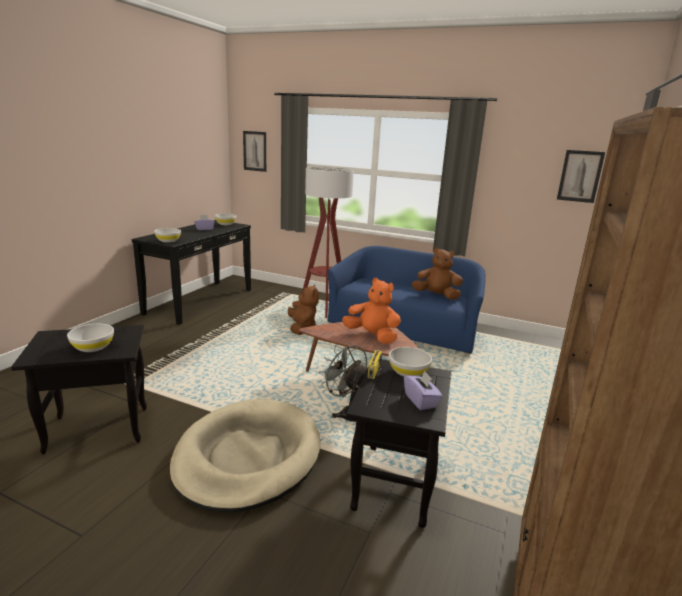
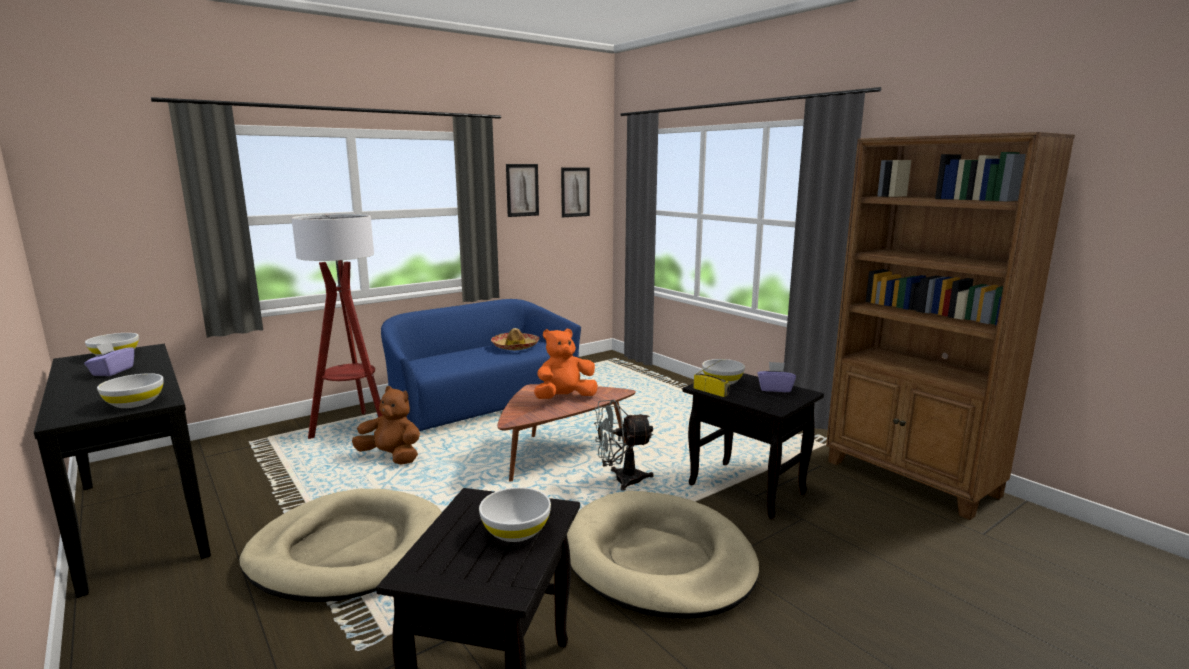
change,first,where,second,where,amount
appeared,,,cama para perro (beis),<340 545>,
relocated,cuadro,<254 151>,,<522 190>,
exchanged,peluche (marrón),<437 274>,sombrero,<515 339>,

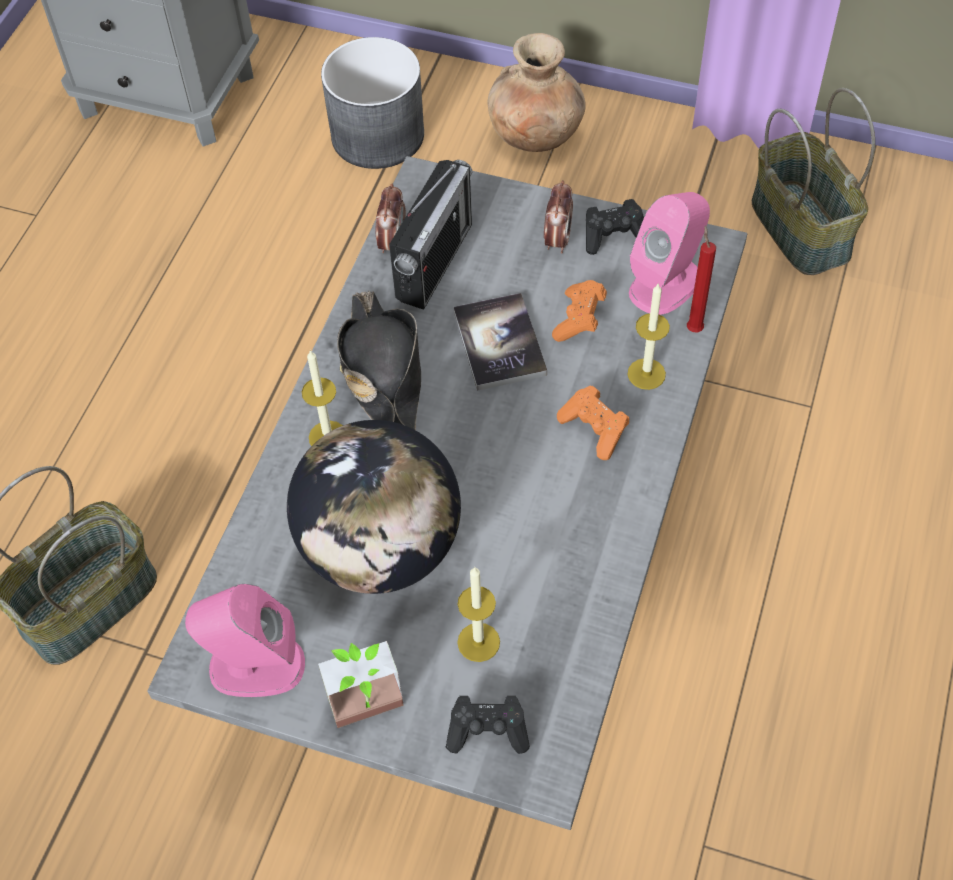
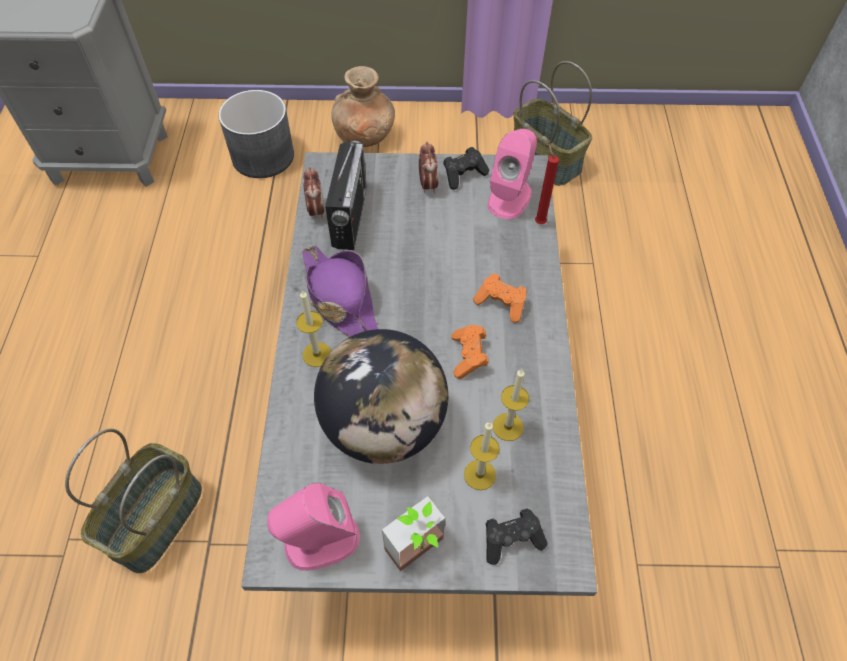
change,first,where,second,where,amount
missing,libro,<500 342>,,,
relocated,mando de consola (naranja),<579 311>,,<470 352>,
relocated,vela,<649 337>,,<511 405>,
colour,sombrero (negro),<379 360>,sombrero (morado),<340 291>,

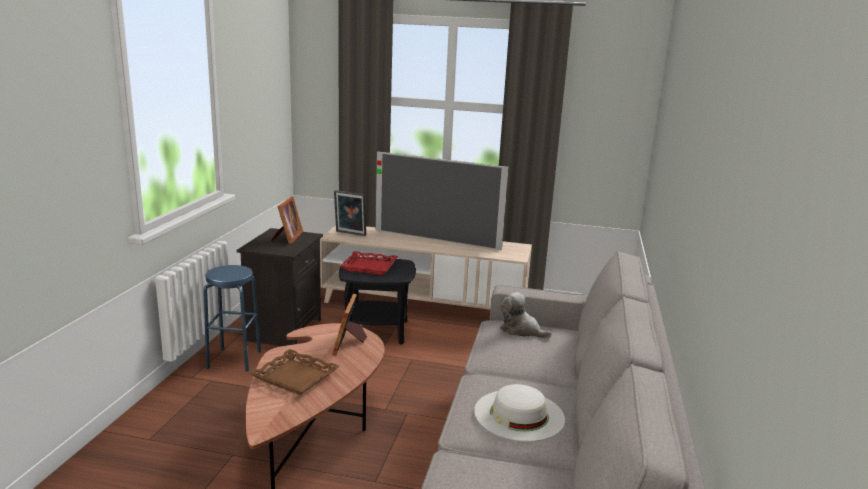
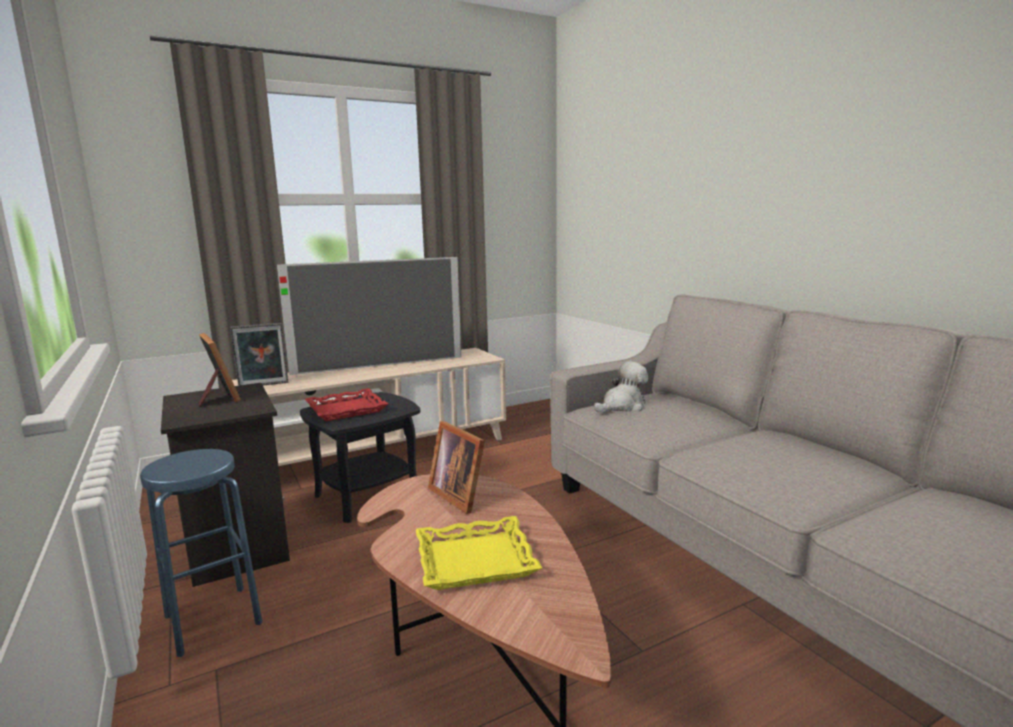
change,first,where,second,where,amount
missing,sombrero (blanco),<519 412>,,,
colour,bandeja (marrón),<294 372>,bandeja (amarillo),<479 553>,
spun,peluche,<526 315>,,<621 387>,150 degrees clockwise

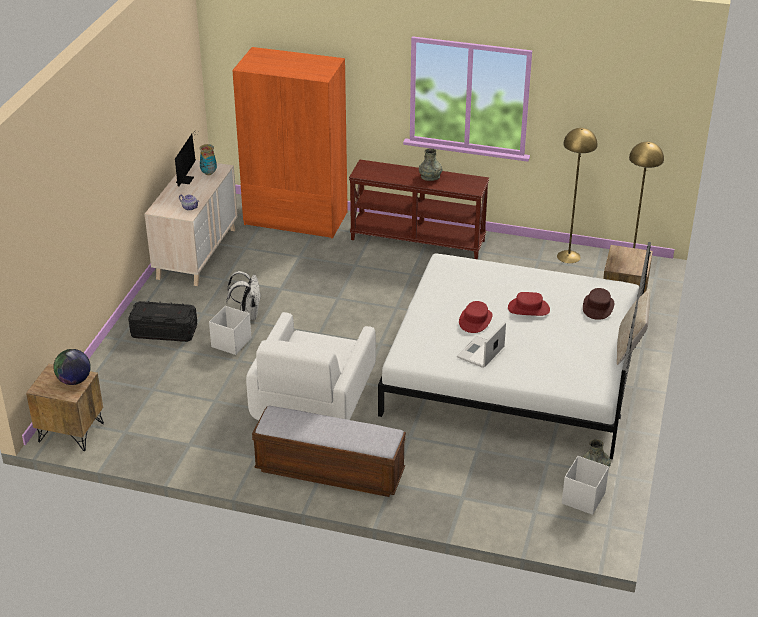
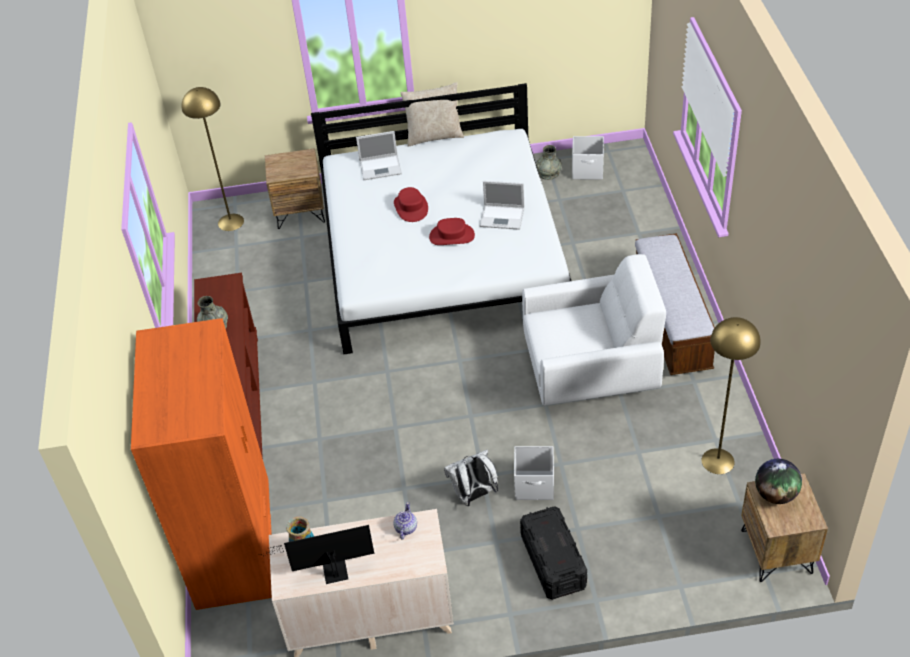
change,first,where,second,where,amount
relocated,lámpara de pie (amarillo),<577 195>,,<731 395>,
exchanged,sombrero (marrón),<598 304>,portátil,<379 155>,

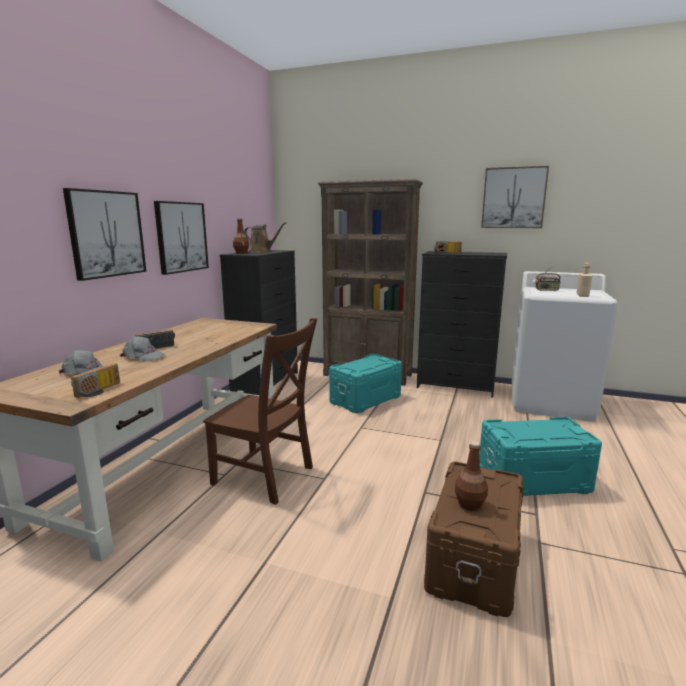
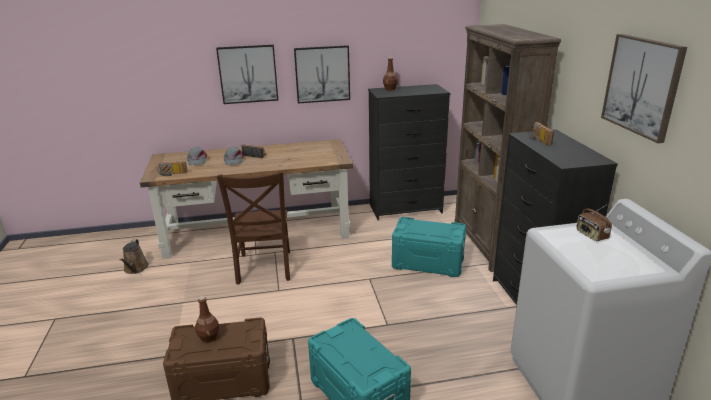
change,first,where,second,where,amount
missing,botella (beis),<584 280>,,,
relocated,regadera (marrón),<265 237>,,<134 256>,

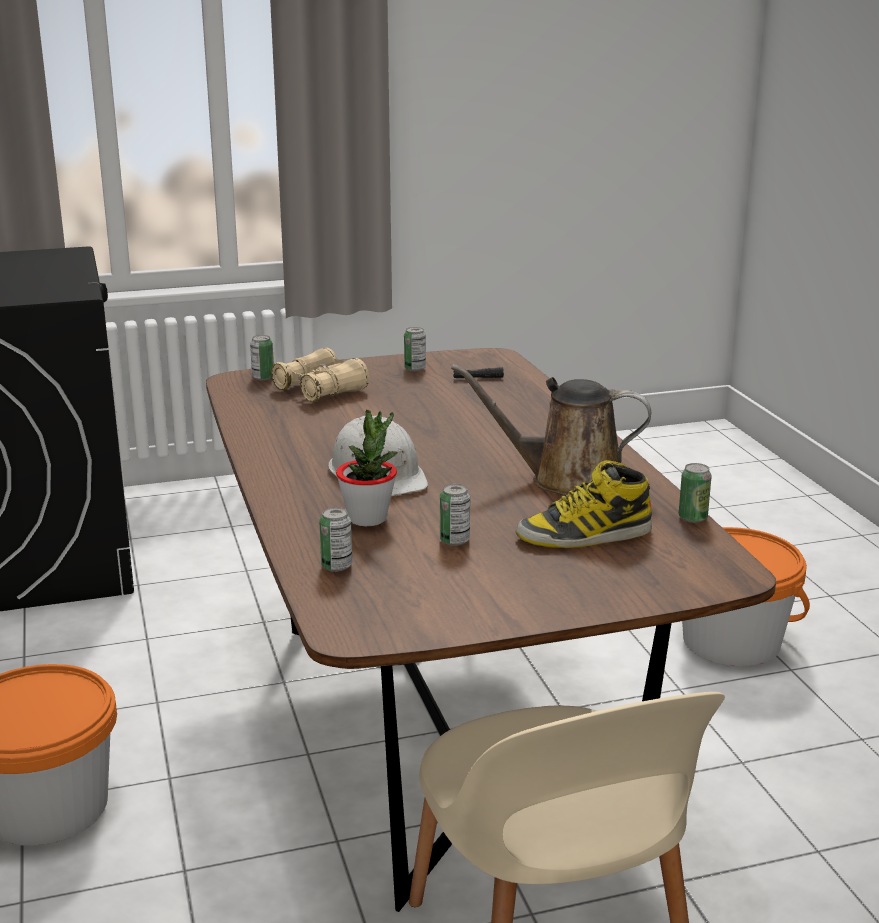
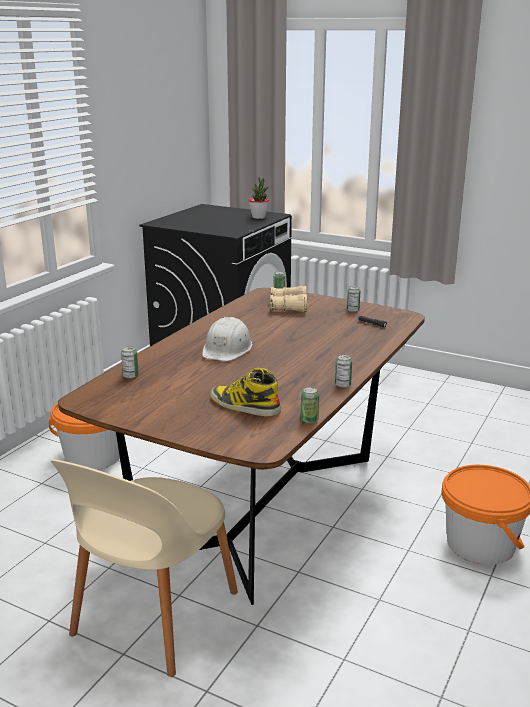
change,first,where,second,where,amount
missing,regadera (marrón),<551 430>,,,
relocated,planta en maceta,<367 468>,,<258 198>,
relocated,lata,<455 515>,,<343 371>,

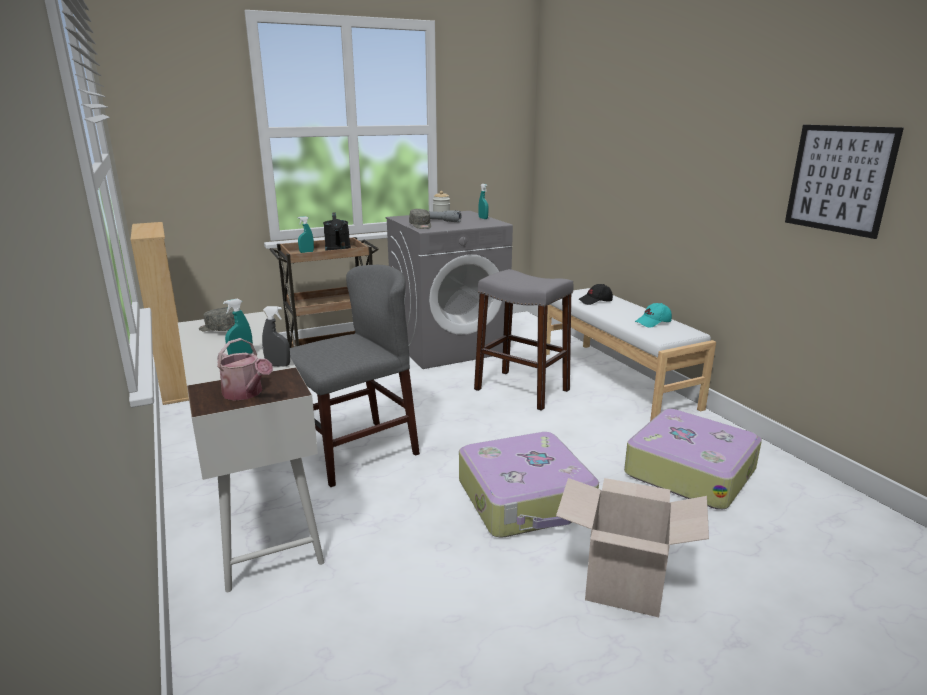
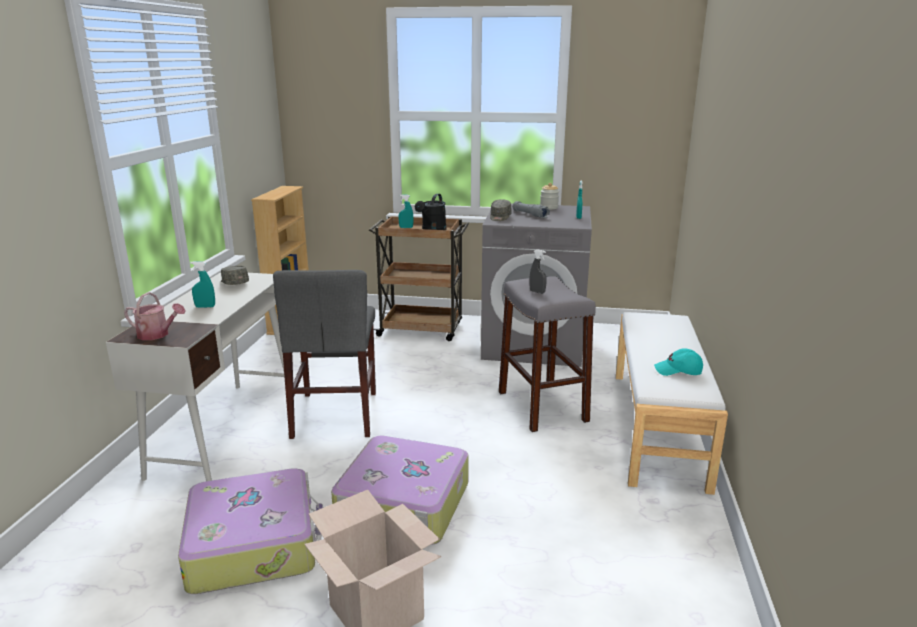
change,first,where,second,where,amount
missing,gorra (negro),<595 294>,,,
missing,cuadro,<844 182>,,,
relocated,pulverizador (gris),<276 336>,,<538 271>,
relocated,maleta,<693 459>,,<250 531>,
spun,regadera,<245 369>,,<154 316>,60 degrees counterclockwise
spun,silla (gris),<355 376>,,<324 354>,90 degrees clockwise

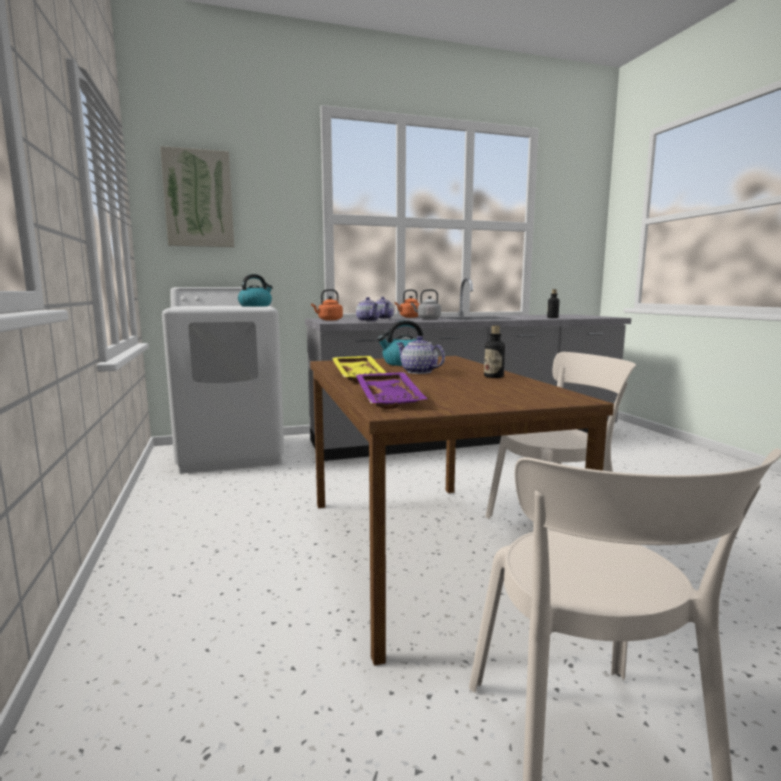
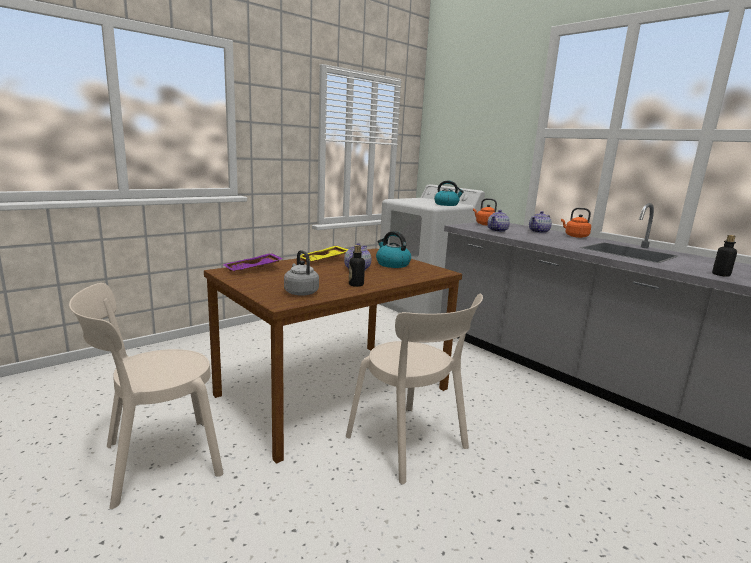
change,first,where,second,where,amount
missing,cuadro,<197 196>,,,
relocated,hervidor (gris),<426 304>,,<301 273>,

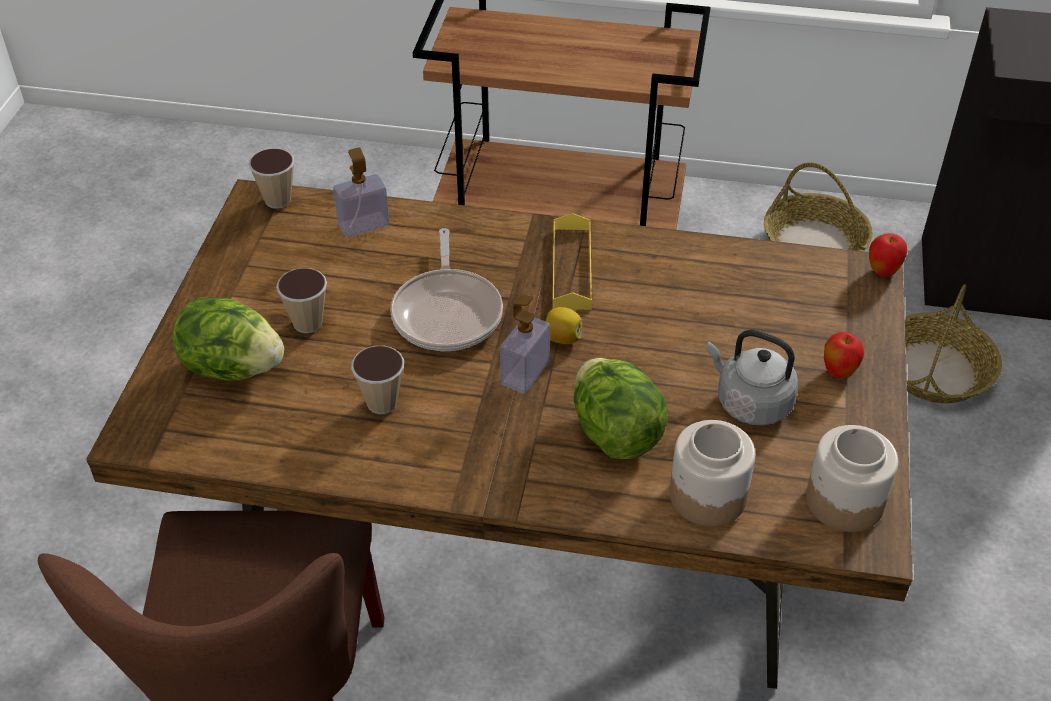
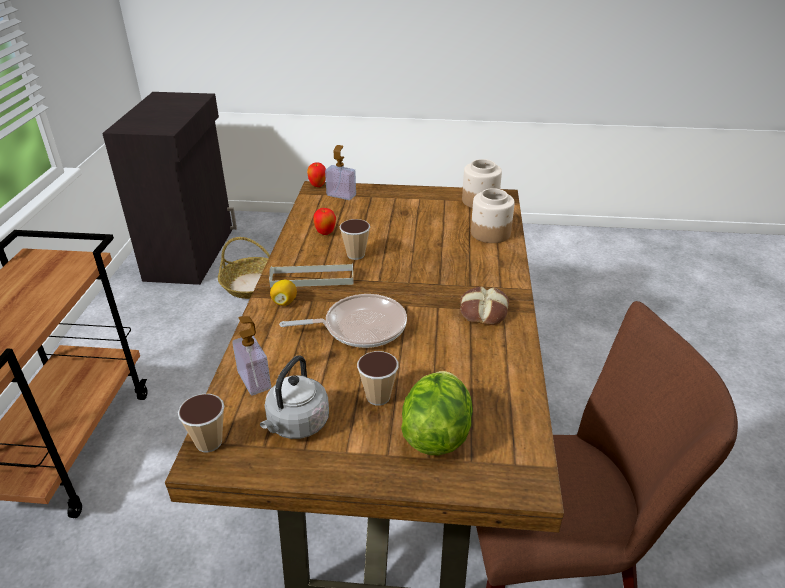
change,first,where,second,where,amount
missing,lechuga,<621 408>,,,
missing,cesta,<818 206>,,,
appeared,,,pan,<484 306>,
relocated,taza,<377 380>,,<355 239>,
relocated,dispensador de jabón,<525 344>,,<340 172>,
relocated,limón,<564 325>,,<283 293>,
relocated,hervidor (gris),<752 377>,,<294 397>,
relocated,manzana,<844 355>,,<324 221>,
colour,bandeja (amarillo),<572 261>,bandeja (gris),<311 275>,

